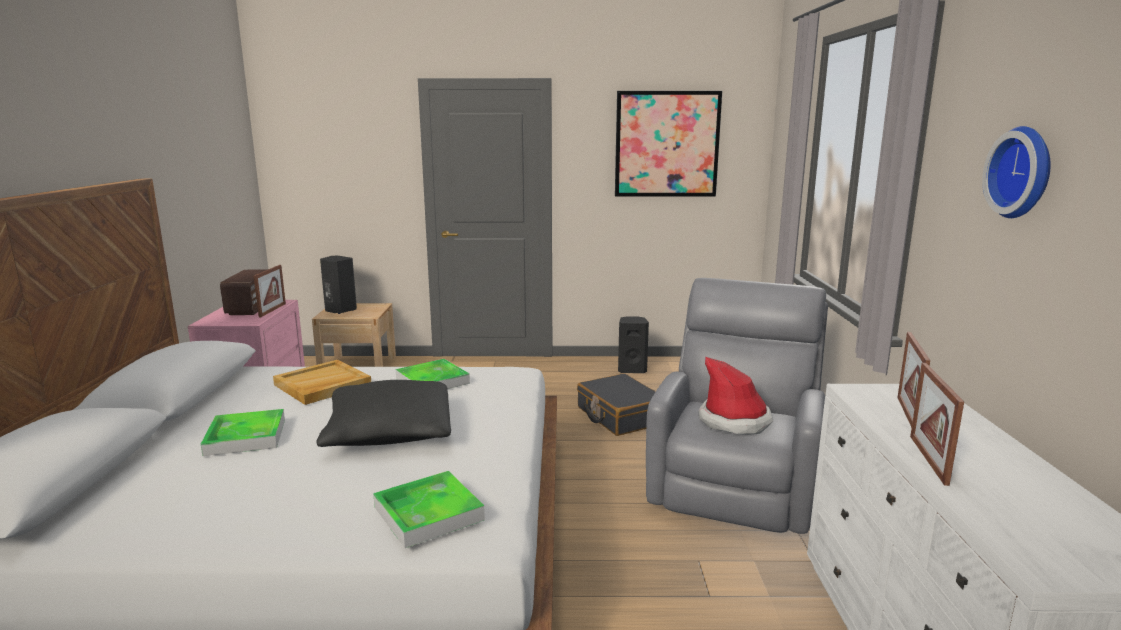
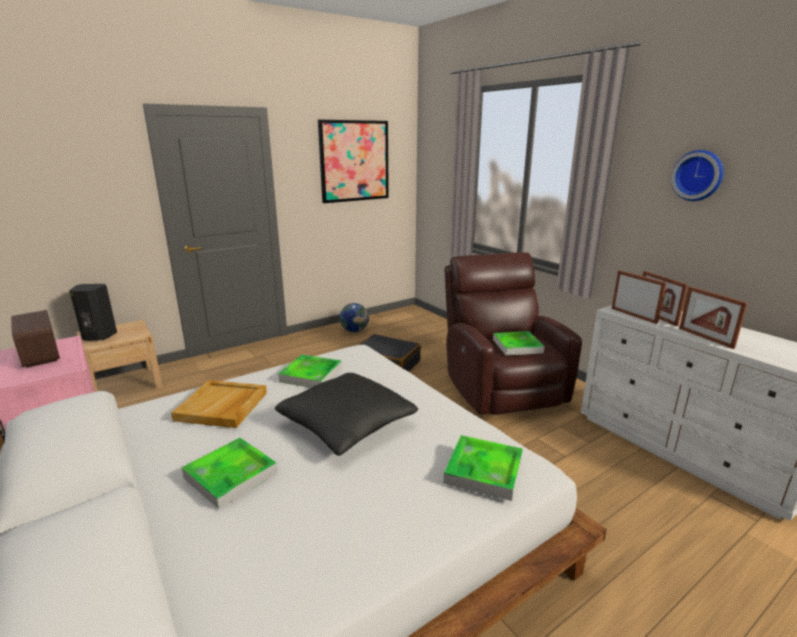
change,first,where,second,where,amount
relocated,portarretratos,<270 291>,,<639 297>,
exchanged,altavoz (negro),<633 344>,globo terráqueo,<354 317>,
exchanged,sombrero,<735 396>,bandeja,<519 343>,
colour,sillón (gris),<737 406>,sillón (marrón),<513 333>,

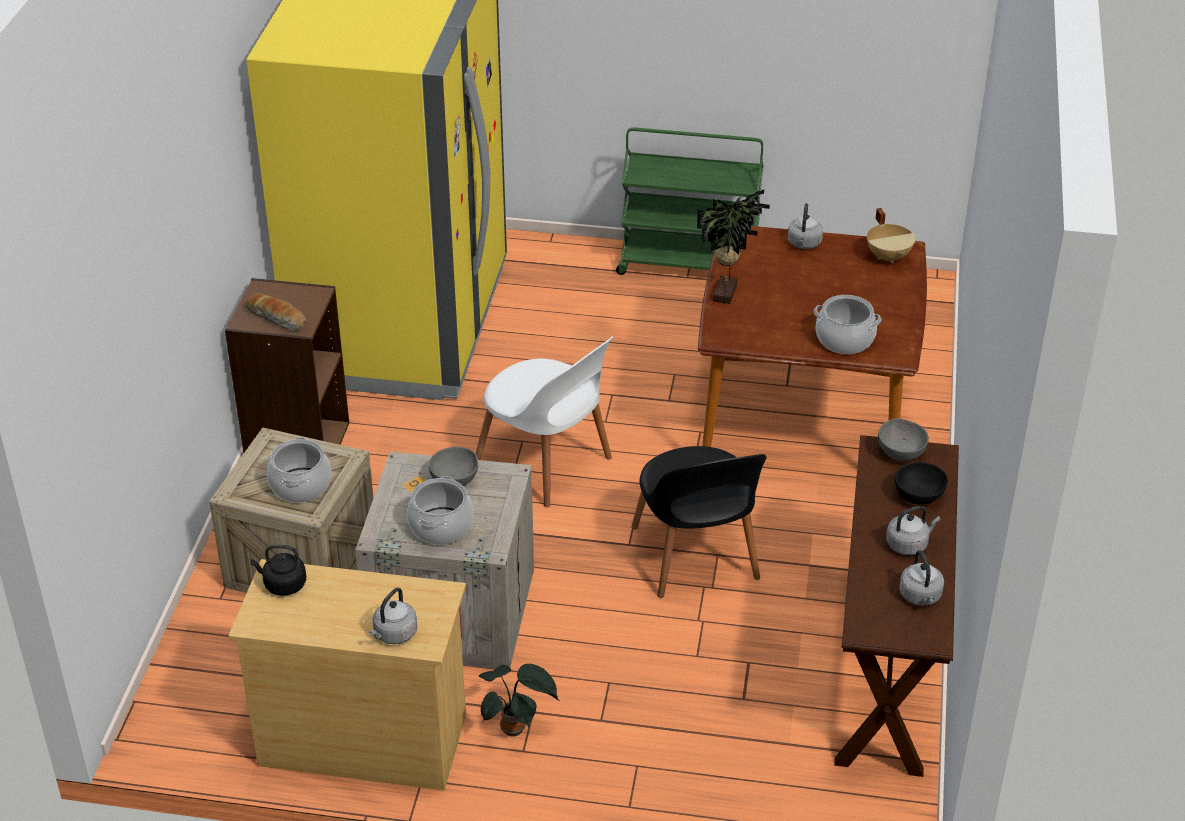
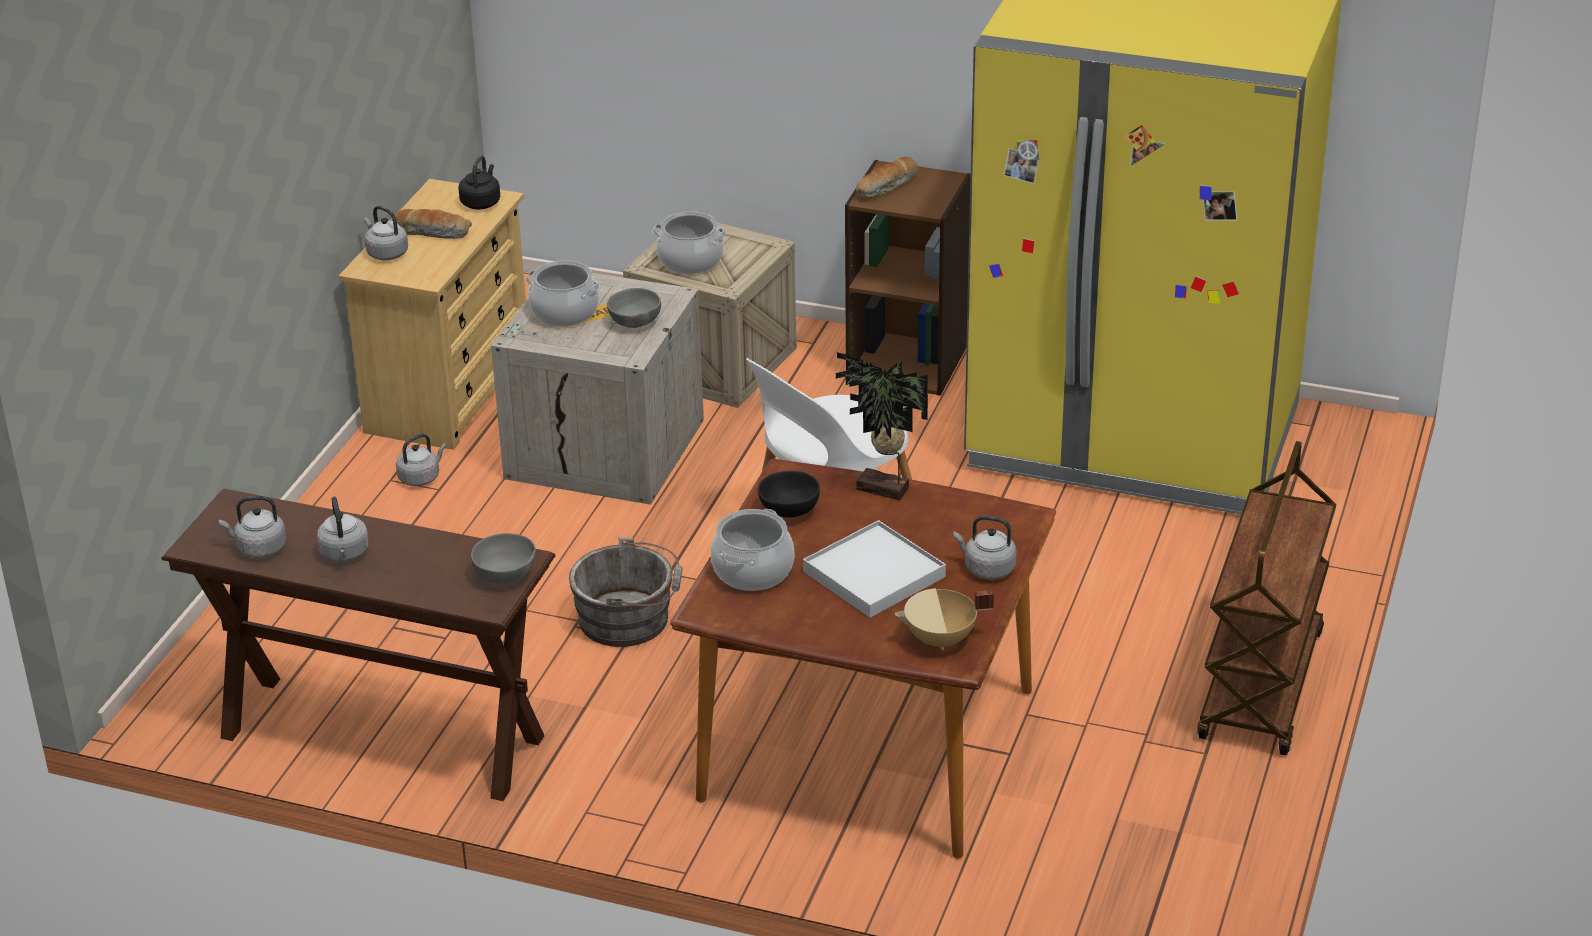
change,first,where,second,where,amount
appeared,,,pan,<431 224>,
appeared,,,bandeja (blanco),<874 569>,
relocated,cuenco (negro),<921 483>,,<789 494>,
exchanged,planta en maceta,<519 700>,hervidor (gris),<421 460>,
exchanged,silla (negro),<699 522>,cubo (gris),<626 592>,
colour,carrito (verde),<690 201>,carrito (marrón),<1267 598>,

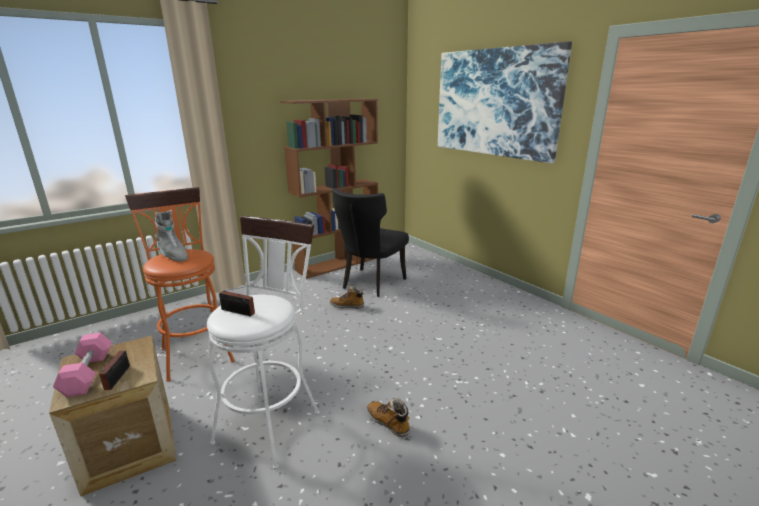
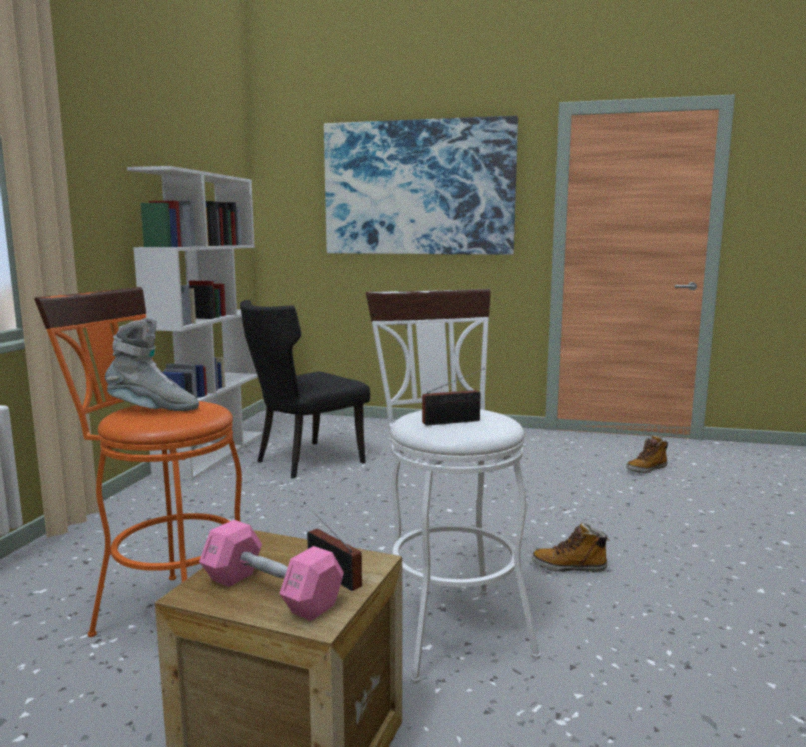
change,first,where,second,where,amount
relocated,bota,<347 297>,,<647 454>,
colour,estantería (marrón),<329 189>,estantería (blanco),<195 323>,
spun,silla (negro),<370 242>,,<305 389>,60 degrees clockwise

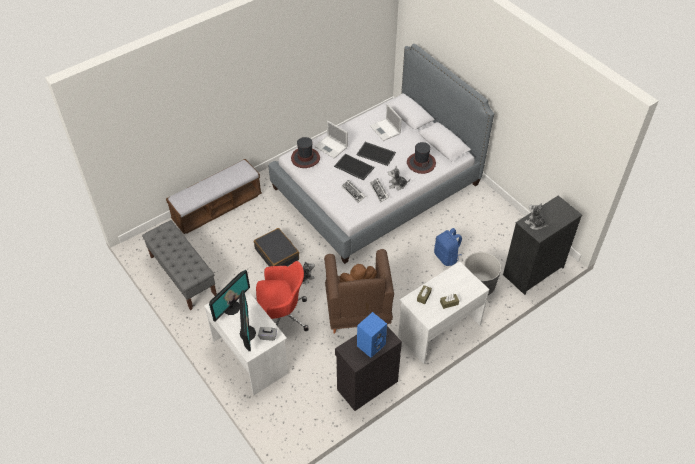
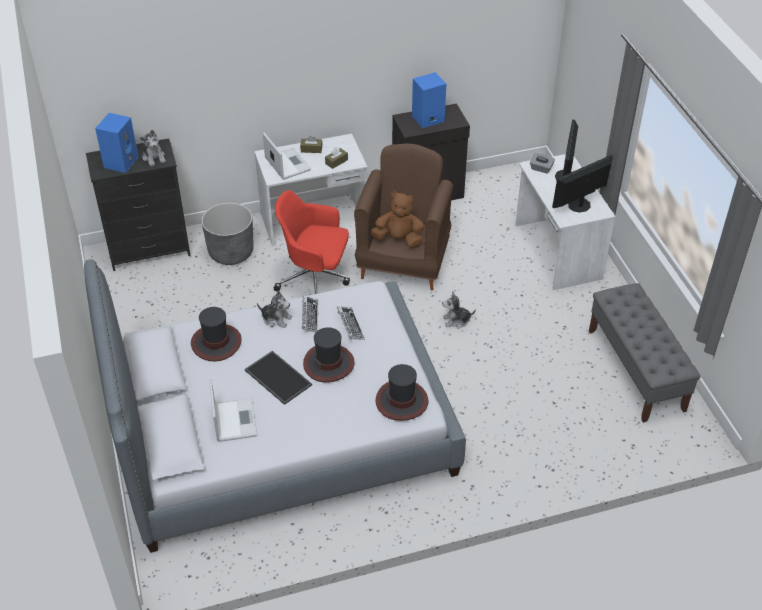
change,first,where,second,where,amount
missing,banco,<214 196>,,,
missing,maleta (negro),<276 247>,,,
missing,mochila (azul),<448 247>,,,
appeared,,,altavoz (azul),<117 143>,
relocated,silla de oficina (rojo),<282 296>,,<312 242>,
relocated,portátil,<331 139>,,<287 156>,
exchanged,bandeja,<354 167>,sombrero,<329 355>,

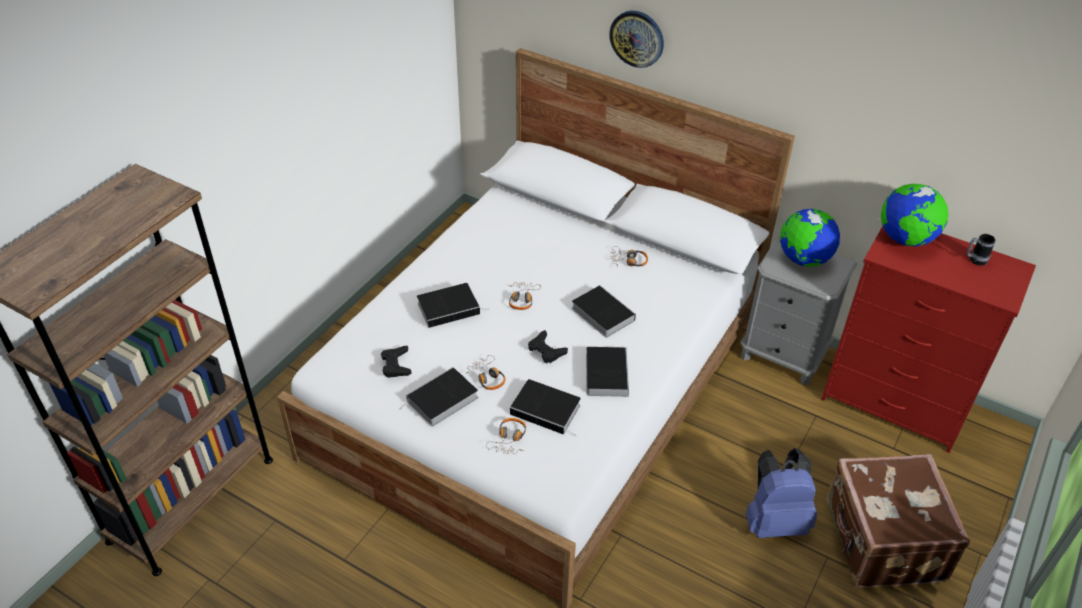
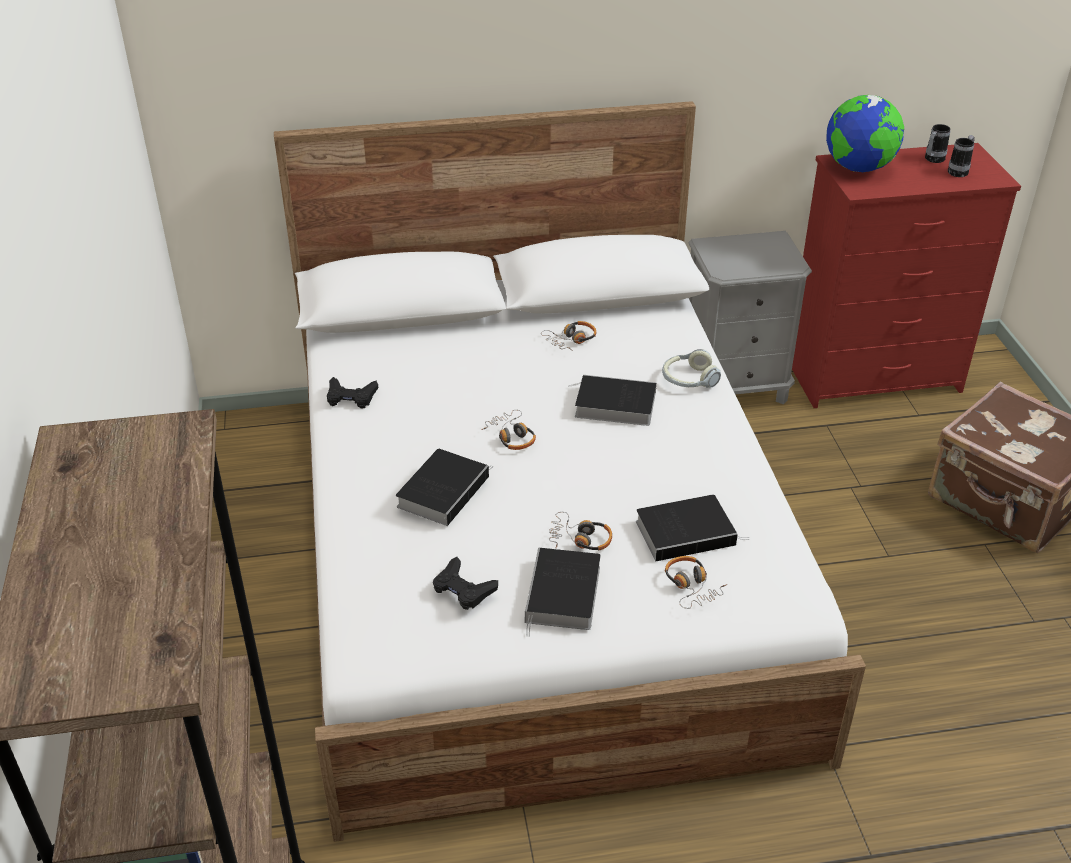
change,first,where,second,where,amount
missing,libro,<607 371>,,,
missing,reloj de pared,<636 39>,,,
missing,mochila (azul),<781 493>,,,
missing,globo terráqueo,<810 238>,,,
appeared,,,auriculares,<691 368>,
appeared,,,taza grande,<961 156>,
relocated,mando de consola (negro),<548 346>,,<352 393>,

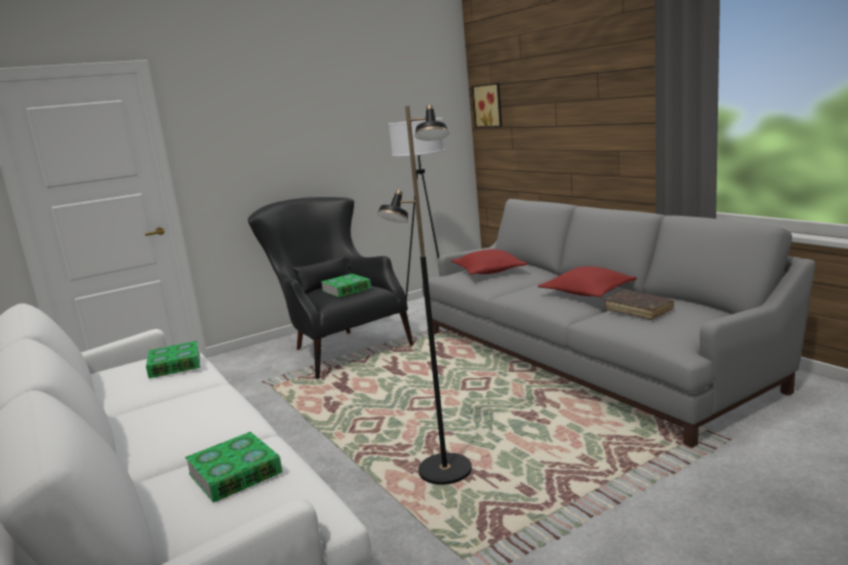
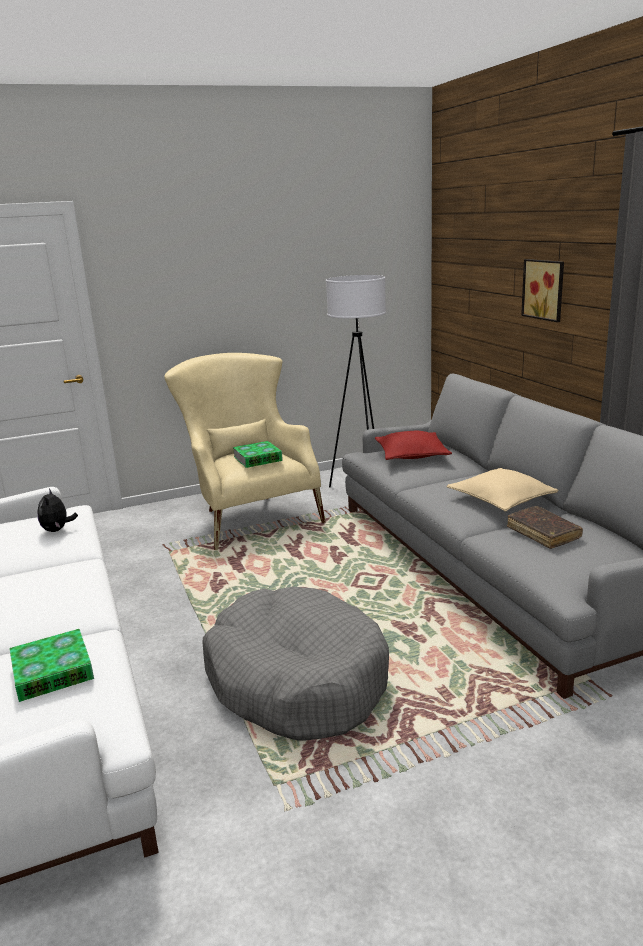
change,first,where,second,where,amount
relocated,cuadro,<487 105>,,<542 290>,
exchanged,libro,<173 359>,peluche,<57 510>,
exchanged,lámpara de pie (negro),<424 295>,cama para perro (gris),<296 664>,
colour,sillón (negro),<330 288>,sillón (beis),<244 451>,
colour,cojín (rojo),<587 281>,cojín (beis),<502 489>,

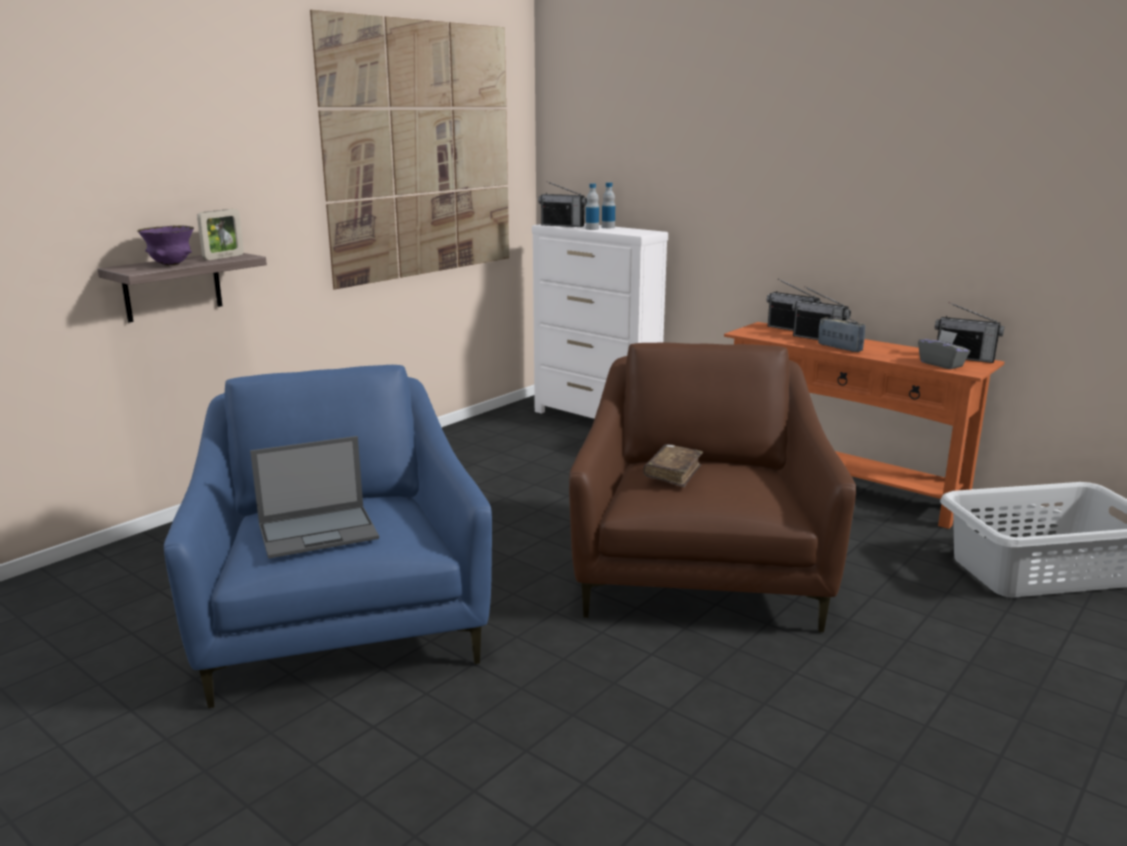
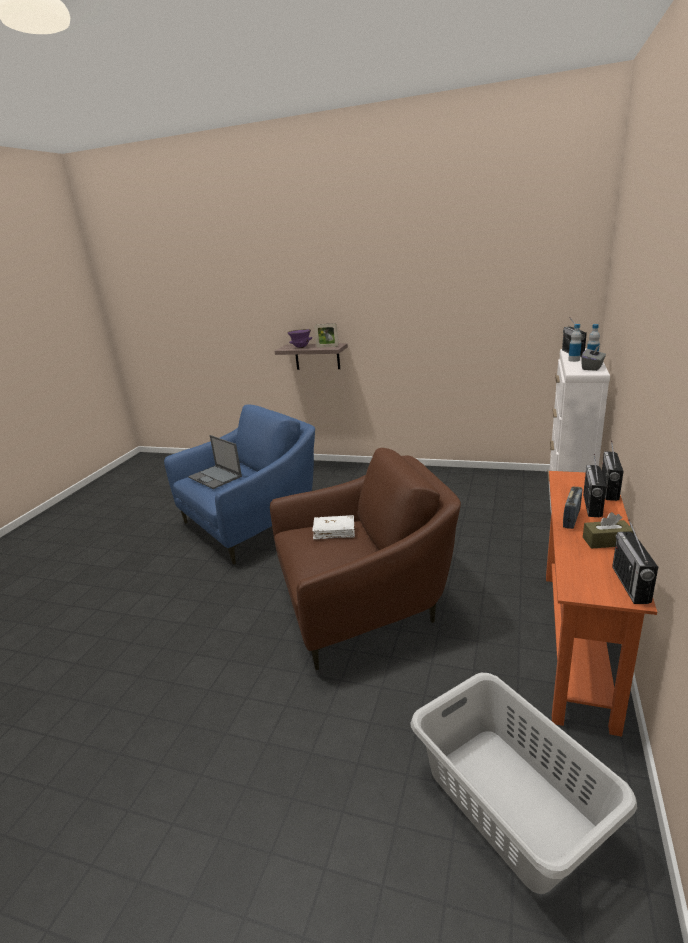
change,first,where,second,where,amount
missing,cuadro,<409 150>,,,
appeared,,,caja de pañuelos (marrón),<608 530>,
relocated,caja de pañuelos (gris),<944 349>,,<593 358>,
colour,libro (marrón),<673 465>,libro (blanco),<333 527>,

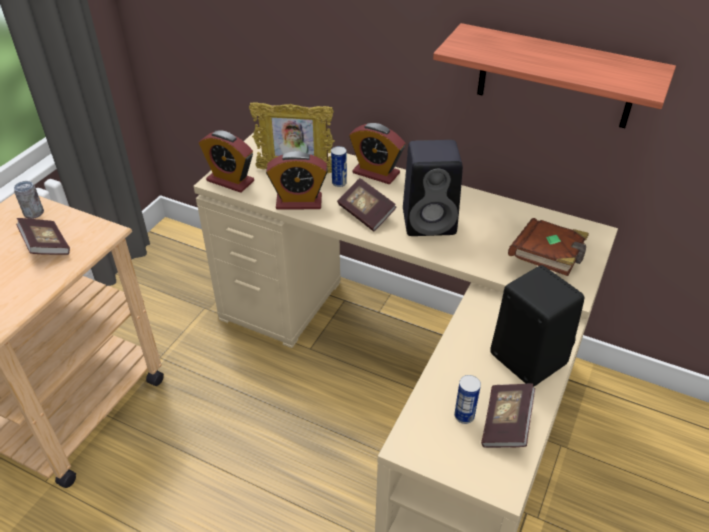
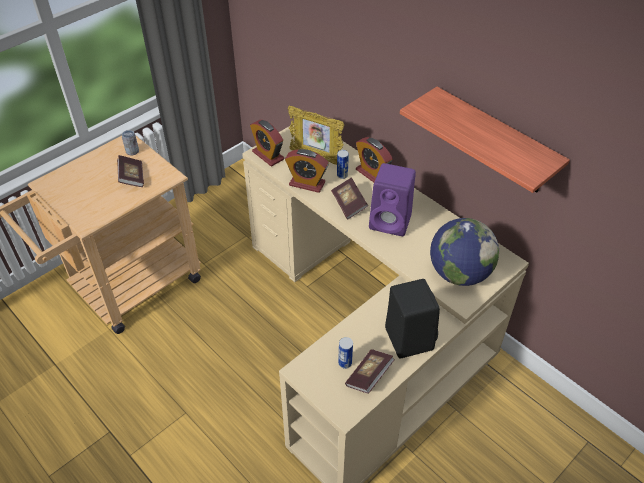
change,first,where,second,where,amount
exchanged,libro (marrón),<548 247>,globo terráqueo,<464 252>,
colour,altavoz (negro),<433 188>,altavoz (morado),<392 199>,

